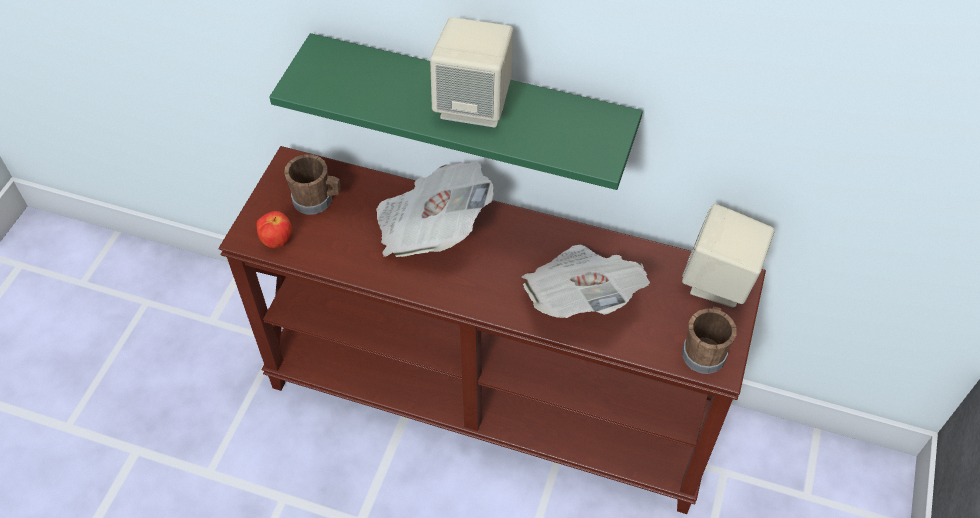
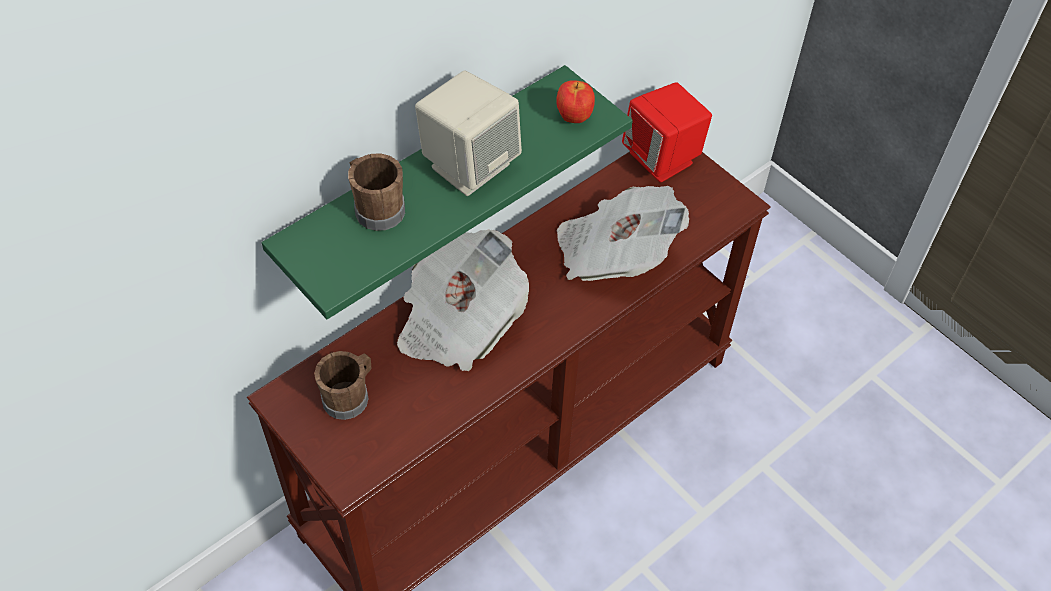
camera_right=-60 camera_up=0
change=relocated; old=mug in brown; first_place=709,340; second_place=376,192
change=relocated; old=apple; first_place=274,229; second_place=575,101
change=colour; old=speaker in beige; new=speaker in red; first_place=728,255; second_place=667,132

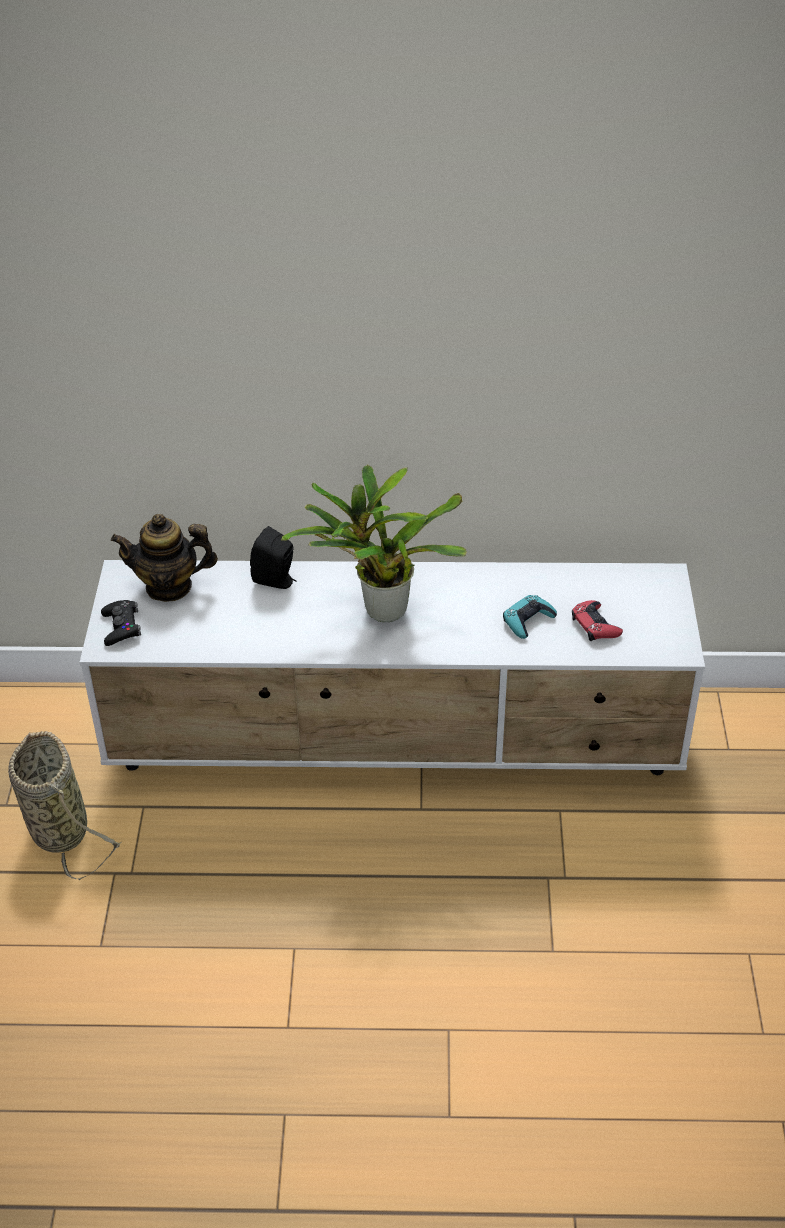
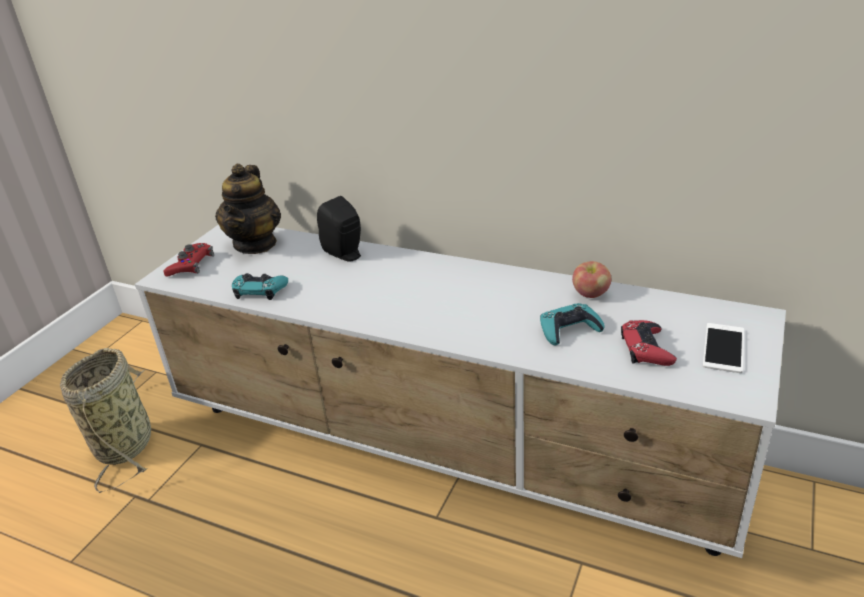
camera_right=25 camera_up=-10
change=colour; old=game controller in black; new=game controller in red; first_place=121,623; second_place=189,260
change=spun; old=teapot; first_place=164,558; second_place=248,209; degrees=-105
change=appeared; new=game controller in turquoise; second_place=260,286
change=appeared; new=apple; second_place=591,279
change=appeared; new=phone; second_place=723,348
change=missing; old=potted plant; first_place=374,543

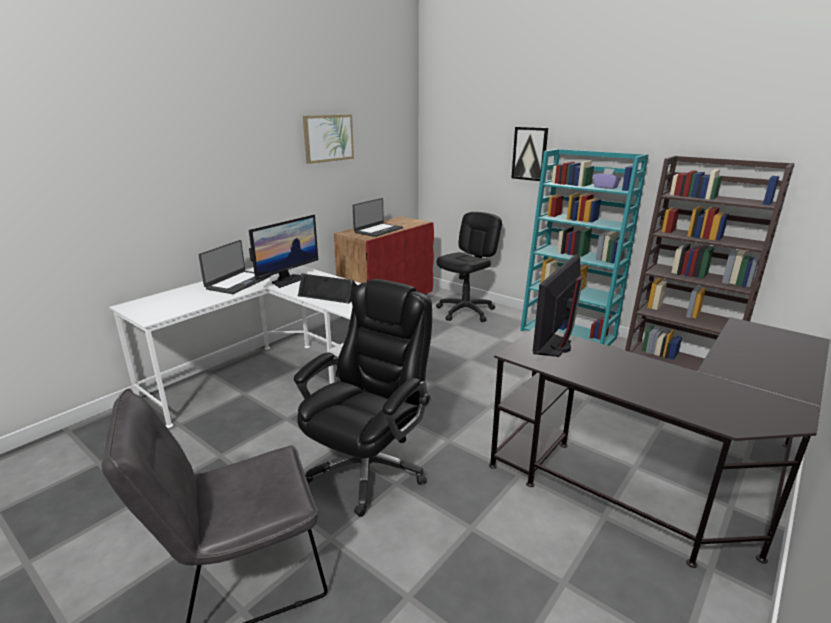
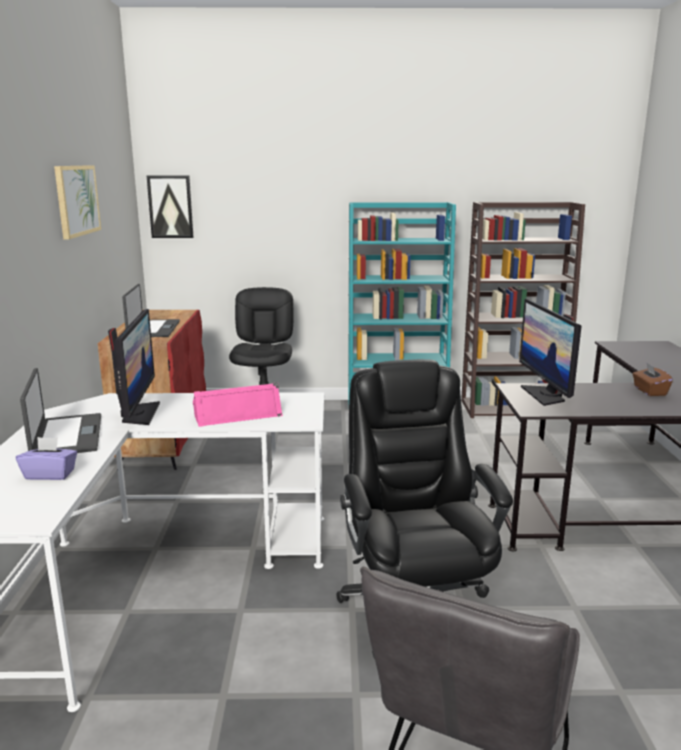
camera_right=-40 camera_up=-5
change=relocated; old=tissue box in purple; first_place=607,178; second_place=46,458
change=relocated; old=picture; first_place=529,154; second_place=170,206
change=colour; old=speaker in black; new=speaker in pink; first_place=328,288; second_place=238,404
change=appeared; new=tissue box in brown; second_place=653,379

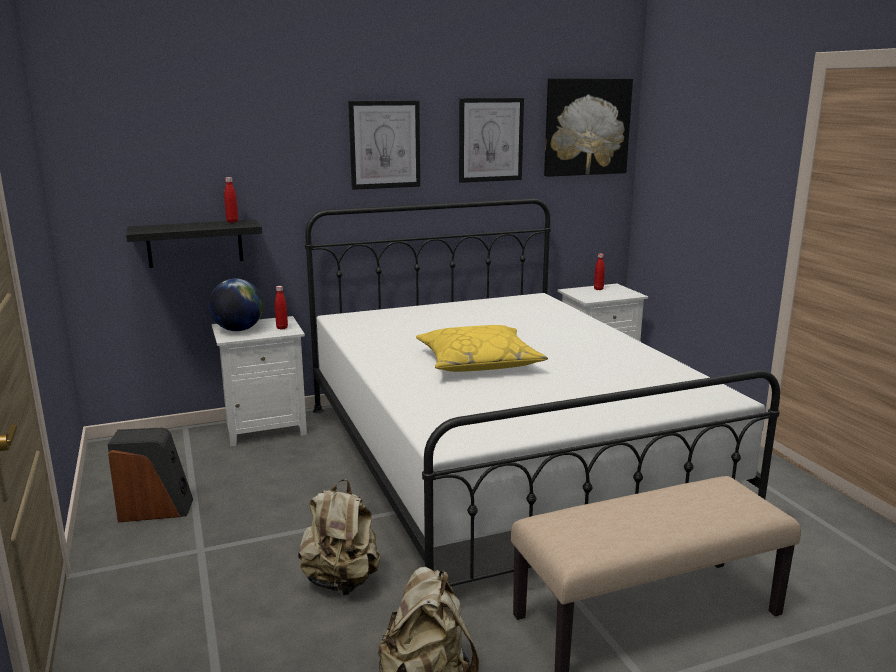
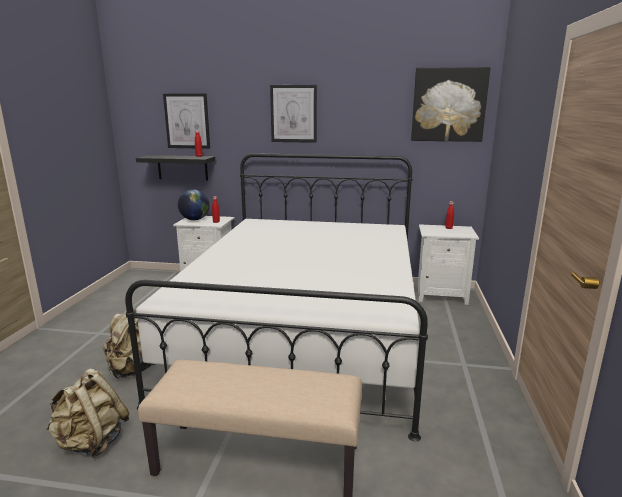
camera_right=30 camera_up=0
change=relocated; old=picture; first_place=491,140; second_place=186,121
change=missing; old=speaker; first_place=150,475
change=missing; old=pillow in yellow; first_place=482,348

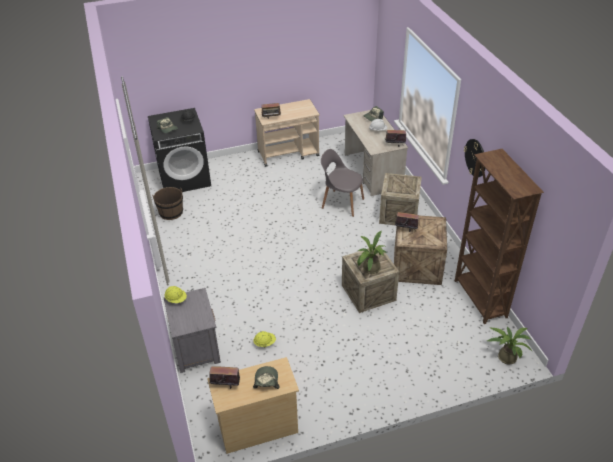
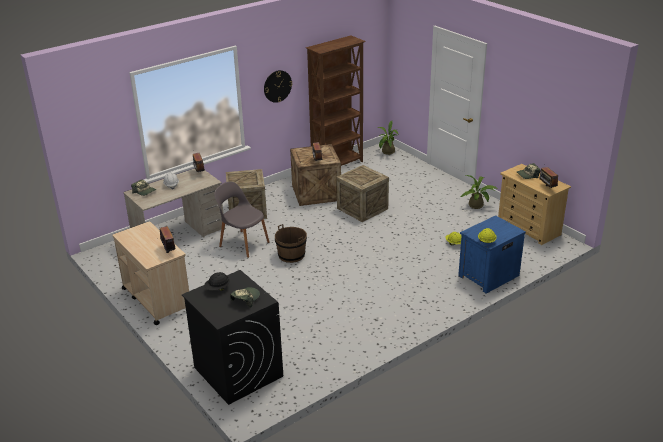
camera_right=-110 camera_up=-10
change=spun; old=chair in grey; first_place=342,183; second_place=242,220; degrees=120
change=relocated; old=bucket in brown; first_place=167,203; second_place=291,243
change=colour; old=nightstand in grey; new=nightstand in blue; first_place=192,330; second_place=492,254
change=relocated; old=potted plant; first_place=372,252; second_place=479,192

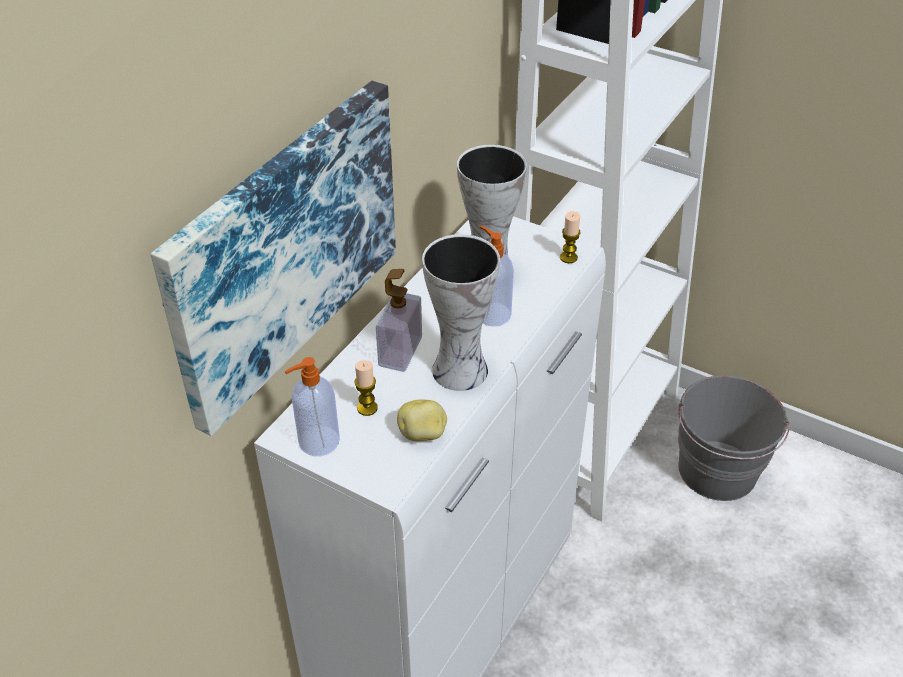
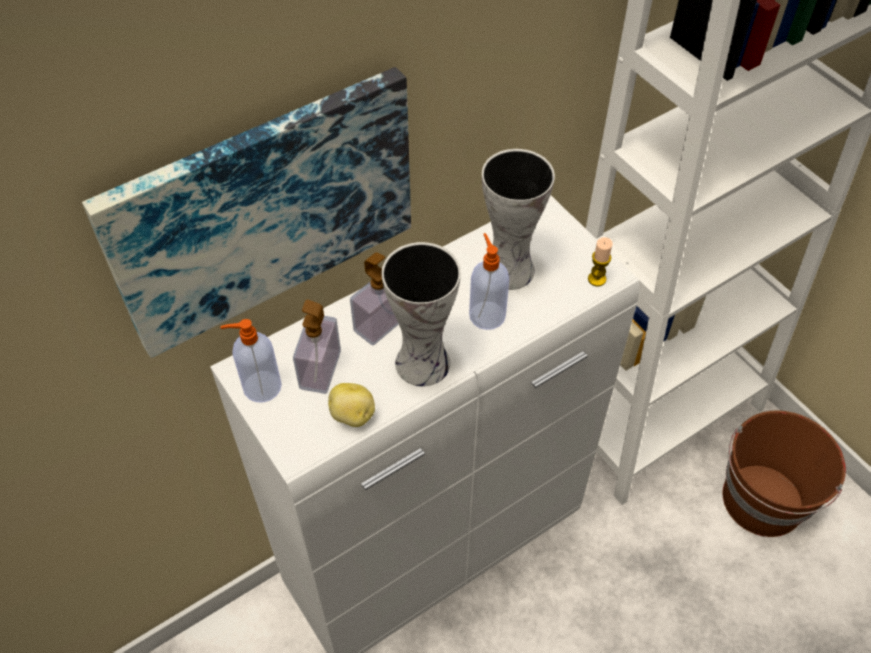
camera_right=25 camera_up=10
change=exchanged; old=candle; new=soap dispenser; first_place=366,388; second_place=317,347
change=colour; old=bucket in grey; new=bucket in brown; first_place=734,438; second_place=784,474

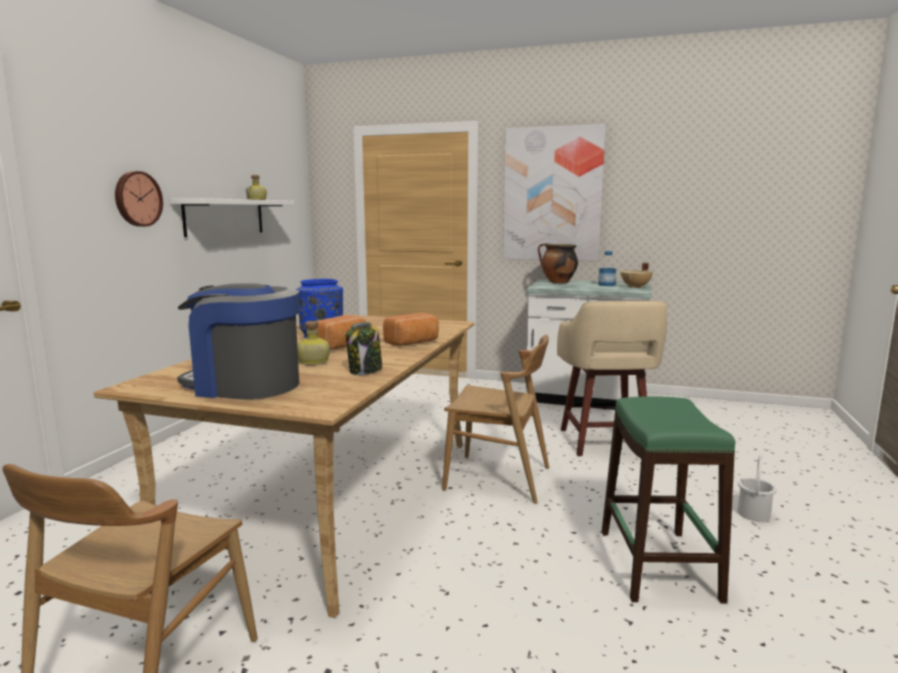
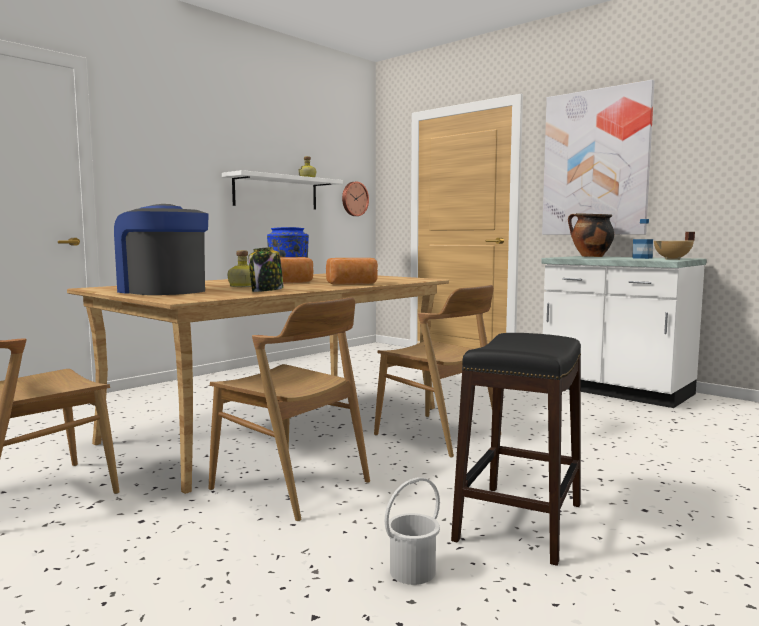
camera_right=25 camera_up=-5
change=appeared; new=chair in brown; second_place=289,409
change=relocated; old=wall clock; first_place=139,199; second_place=355,199
change=relocated; old=bucket in white; first_place=757,488; second_place=412,531
change=colour; old=stool in green; new=stool in black; first_place=668,500; second_place=516,449
change=missing; old=stool in beige; first_place=612,378

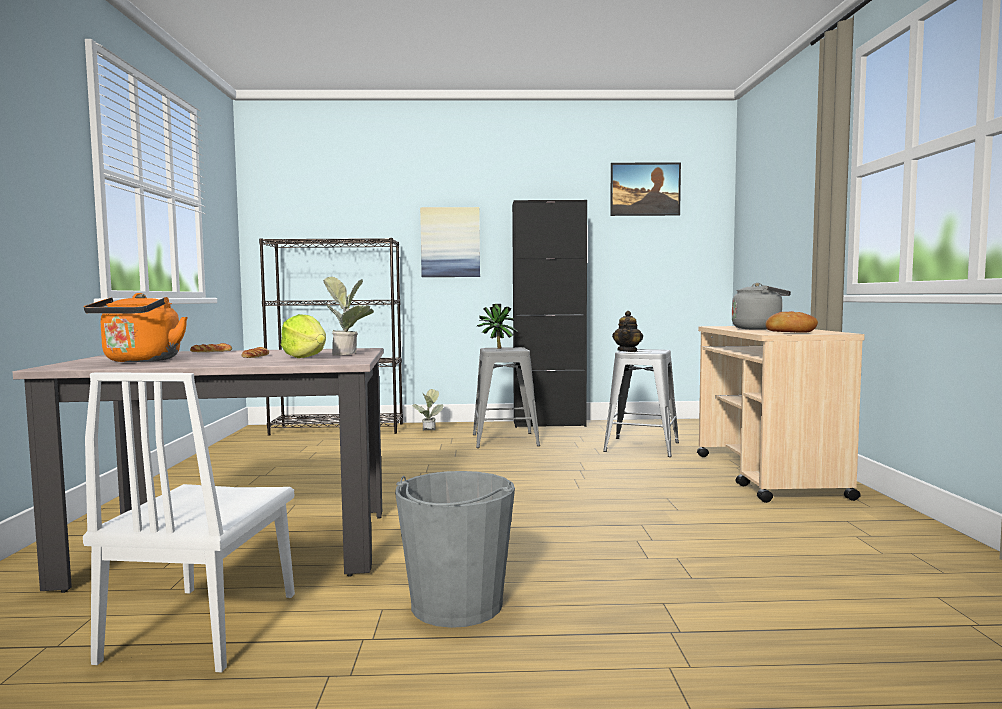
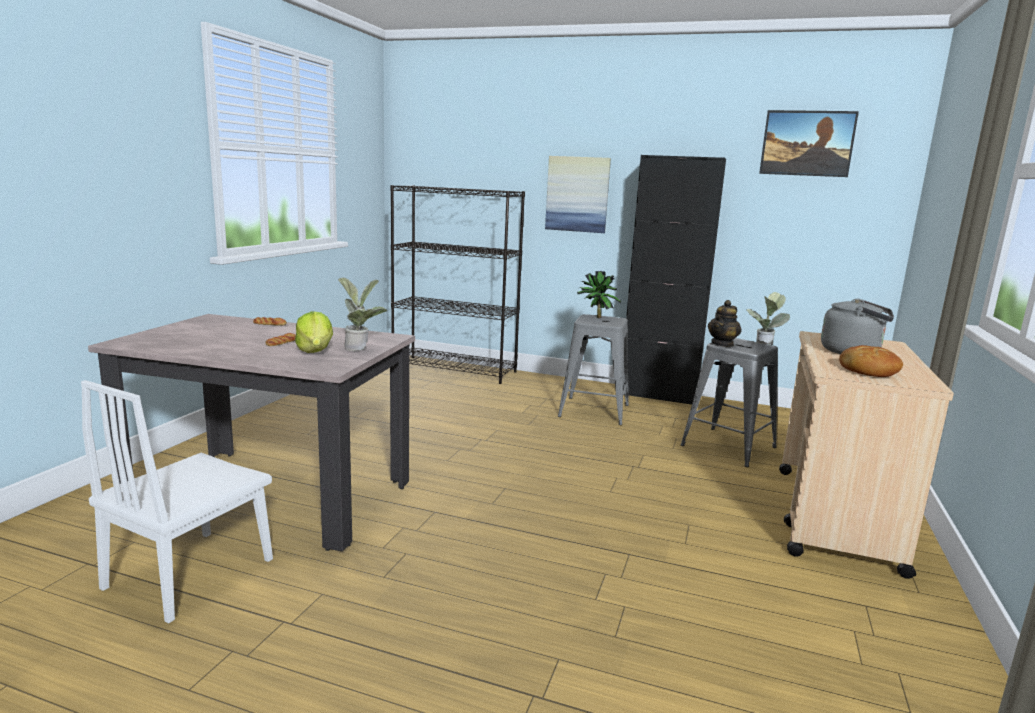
camera_right=20 camera_up=10
change=relocated; old=potted plant; first_place=427,409; second_place=768,318
change=missing; old=kettle in orange; first_place=136,327
change=missing; old=bucket in grey; first_place=455,549

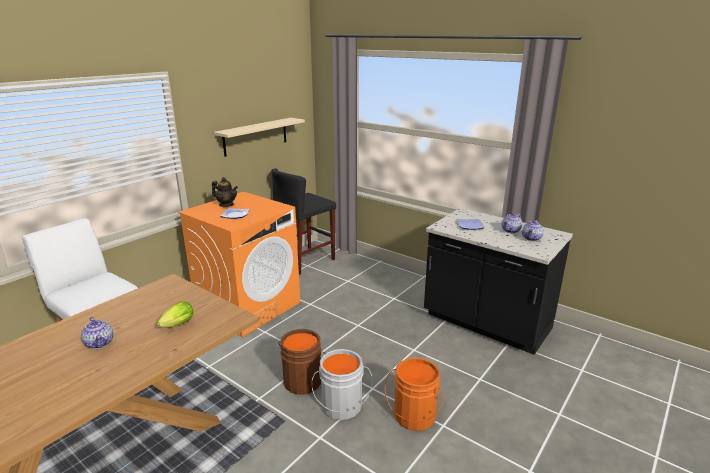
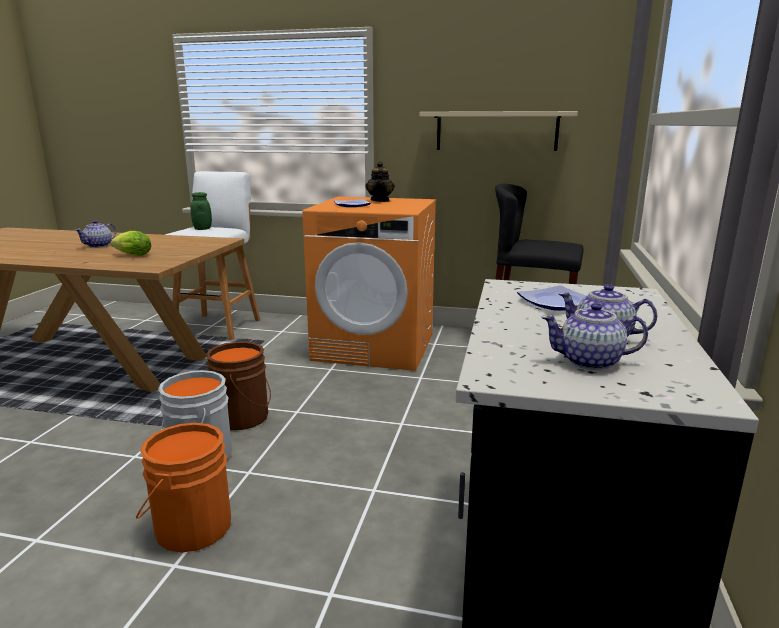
camera_right=65 camera_up=-5
change=appeared; new=jar in green; second_place=201,211

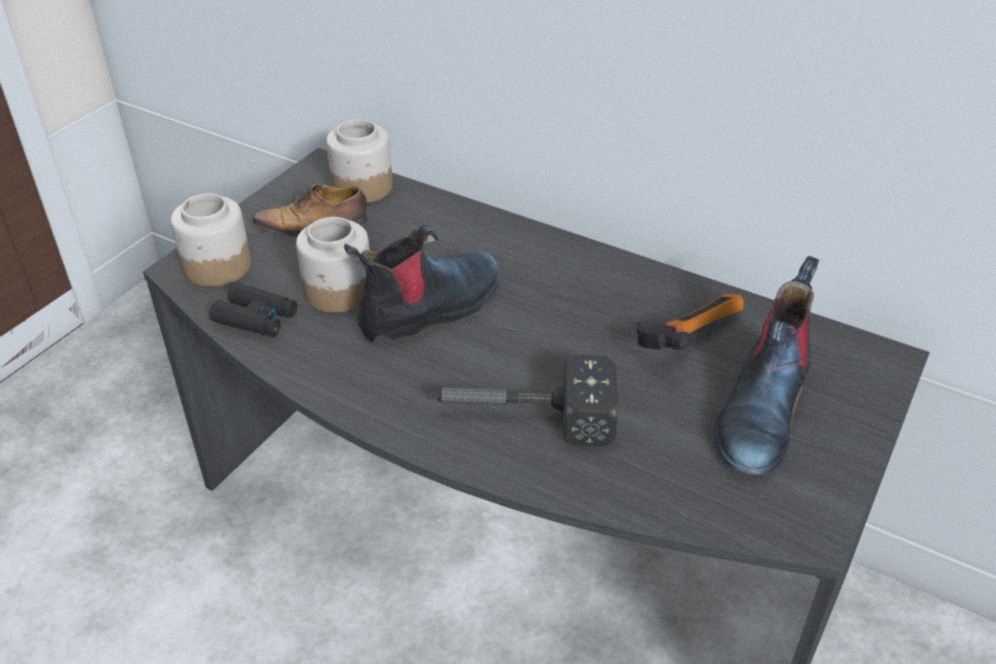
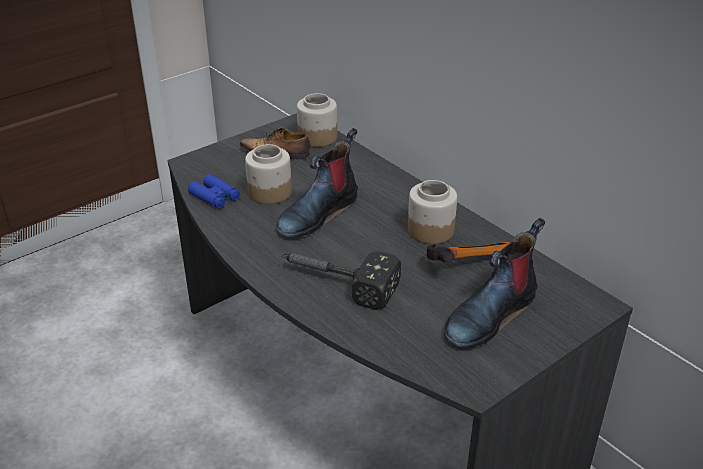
camera_right=20 camera_up=-5
change=colour; old=binoculars in black; new=binoculars in blue; first_place=253,309; second_place=214,191
change=spun; old=boot; first_place=422,283; second_place=317,182; degrees=150
change=relocated; old=jar; first_place=210,240; second_place=432,212

